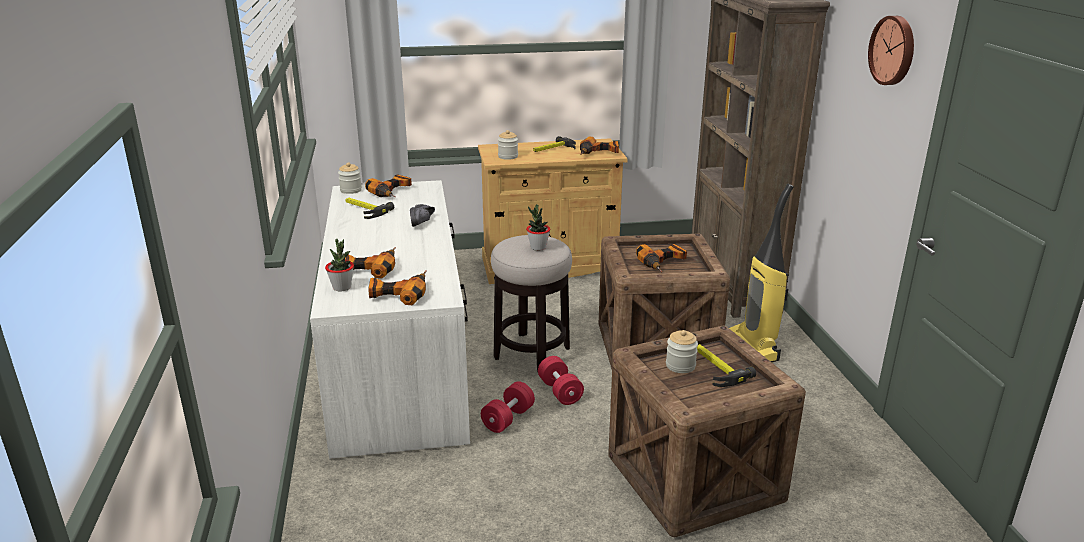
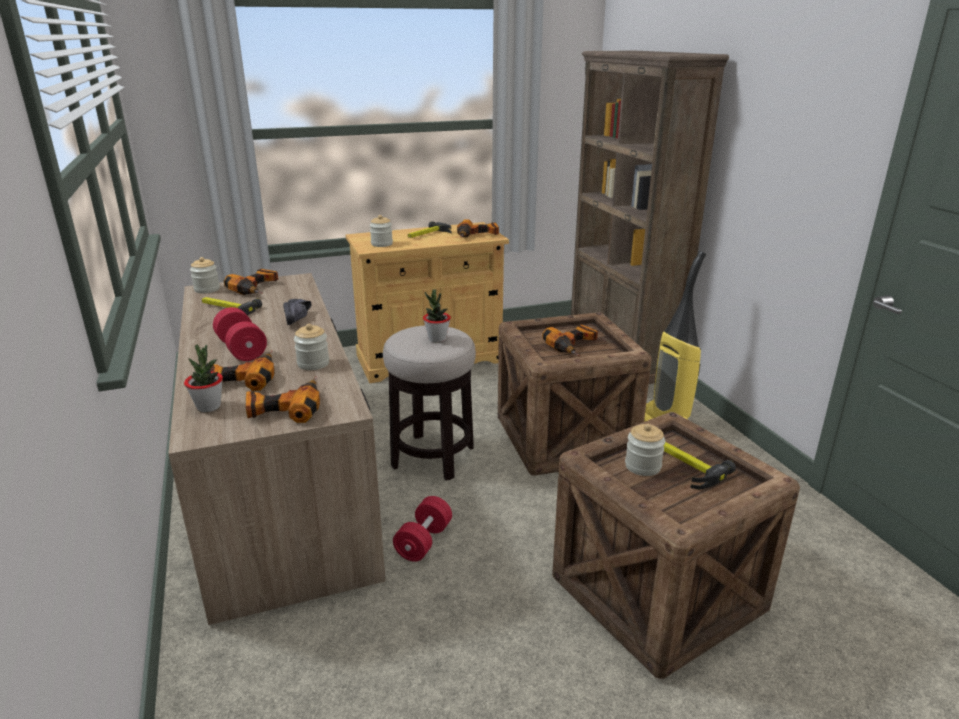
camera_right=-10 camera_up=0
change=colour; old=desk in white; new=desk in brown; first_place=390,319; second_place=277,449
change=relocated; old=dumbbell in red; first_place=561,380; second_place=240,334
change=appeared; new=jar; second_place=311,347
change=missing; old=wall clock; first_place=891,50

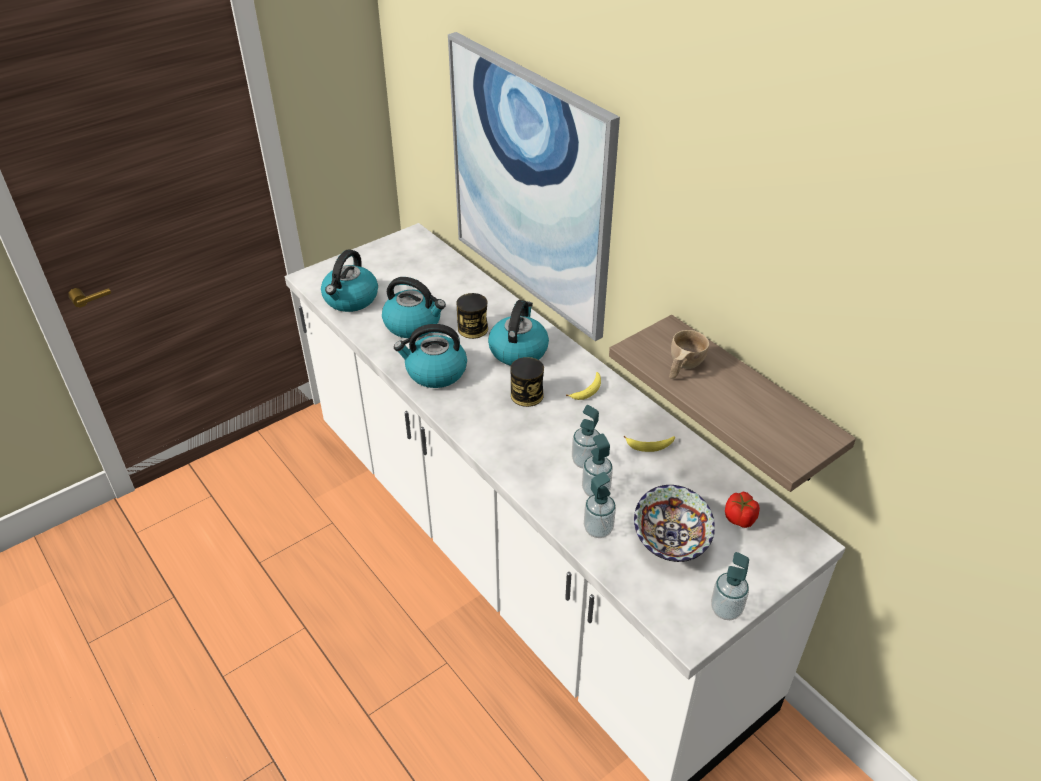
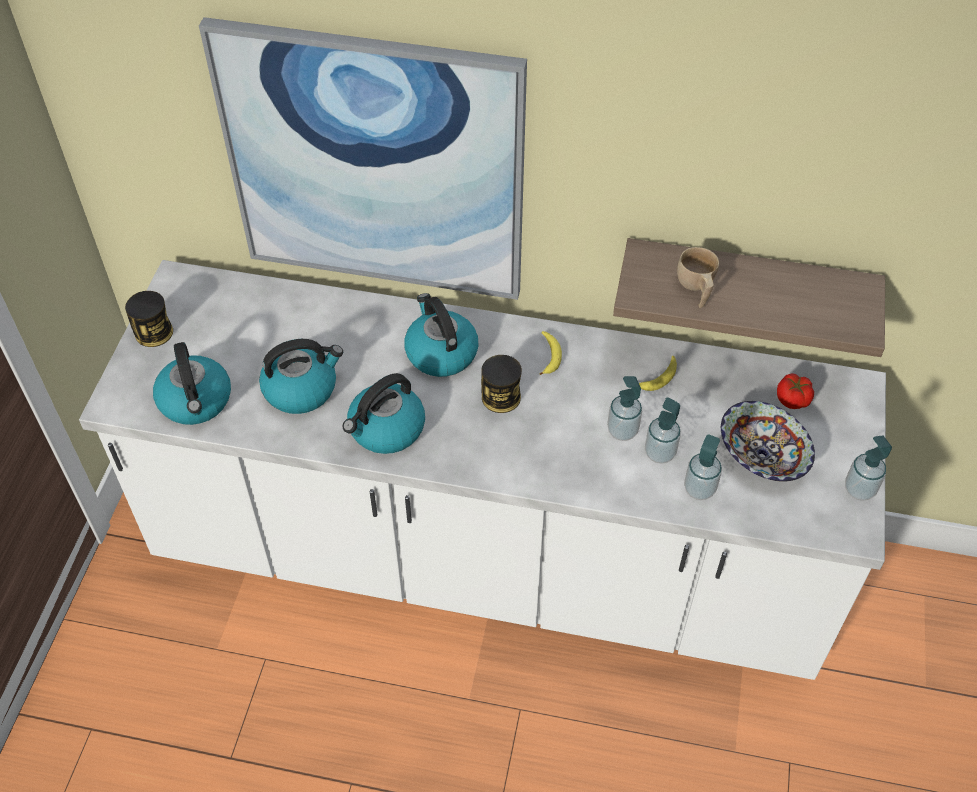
camera_right=-40 camera_up=10
change=relocated; old=can; first_place=472,316; second_place=149,319

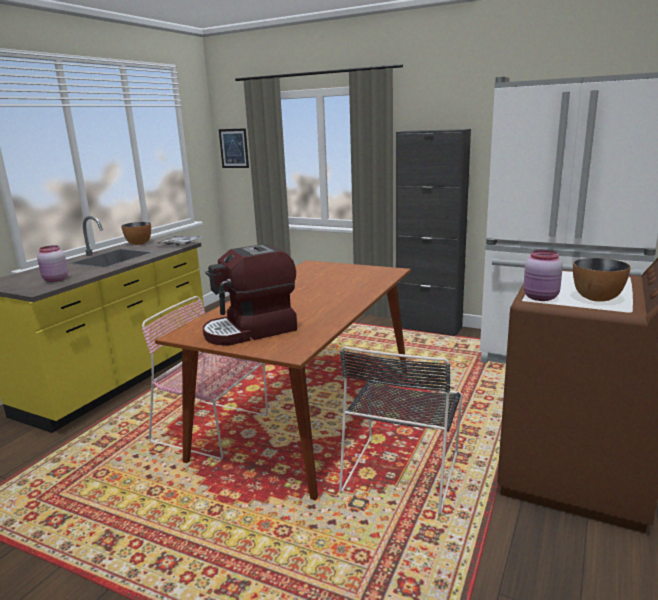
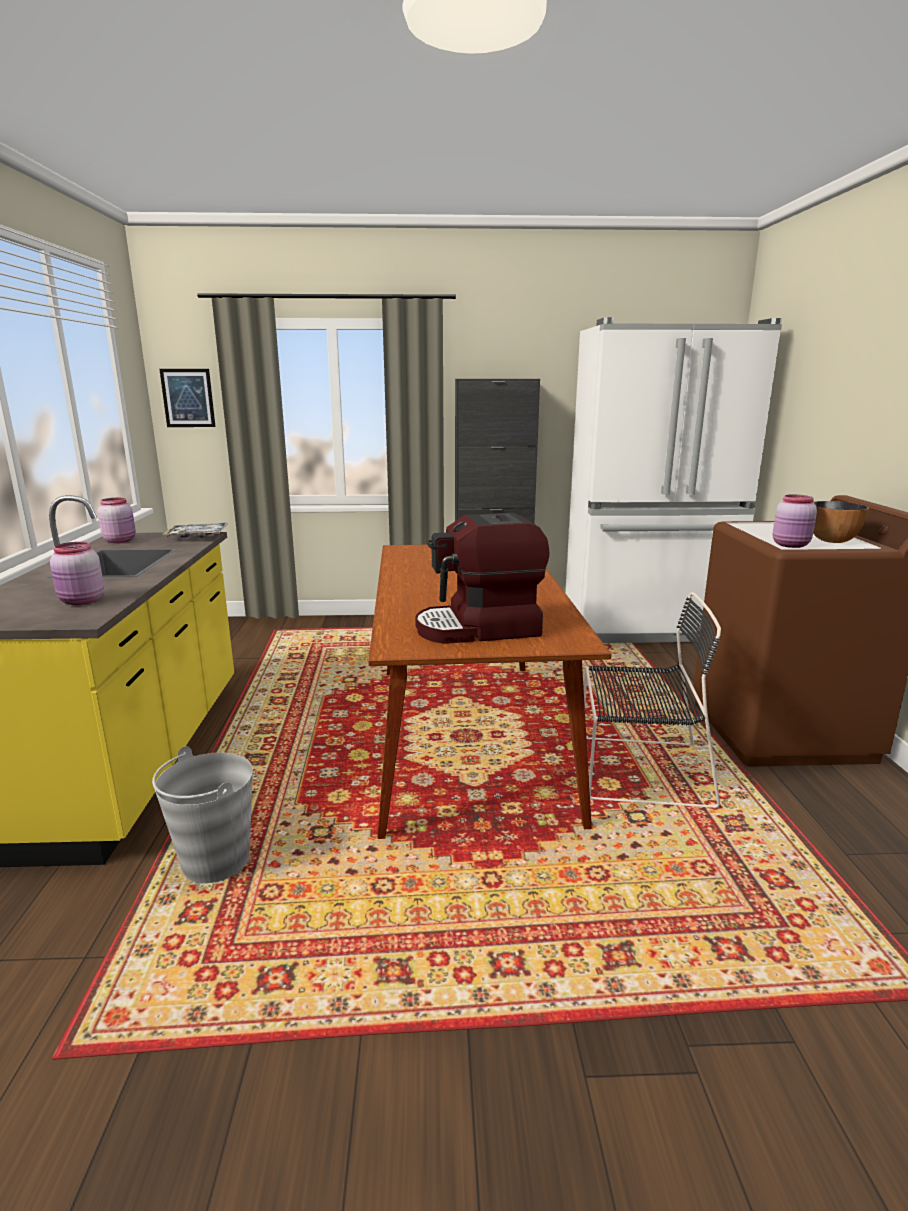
camera_right=-30 camera_up=0
change=exchanged; old=bowl; new=jar in pink; first_place=136,233; second_place=116,520
change=appeared; new=bucket in grey; second_place=202,814
change=spun; old=coffee machine; first_place=250,295; second_place=482,578; degrees=45
change=spun; old=chair in black; first_place=401,430; second_place=652,700; degrees=-75
change=missing; old=chair in pink; first_place=205,378

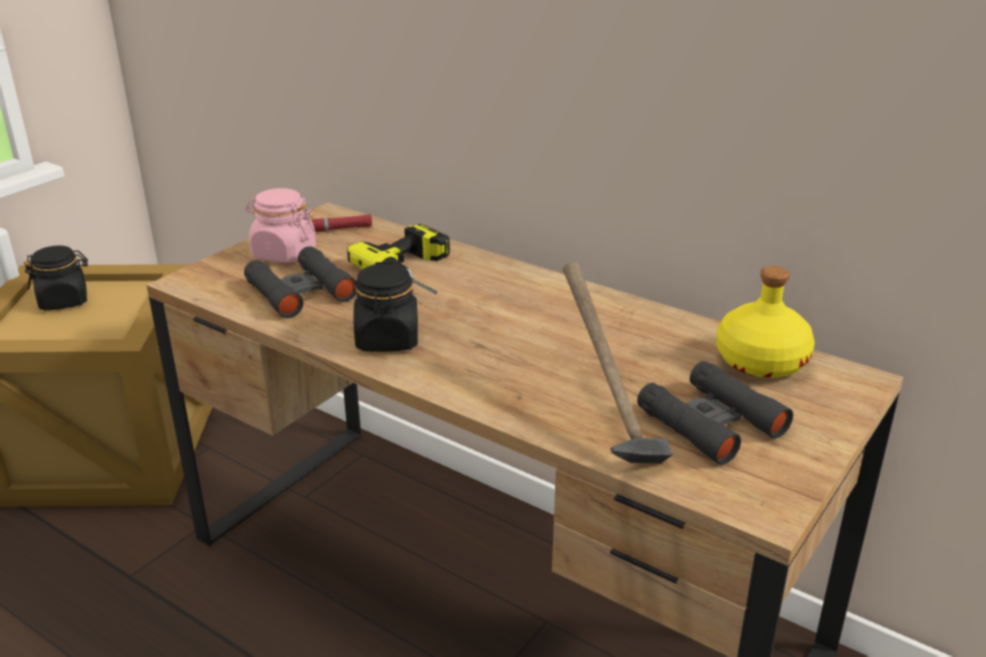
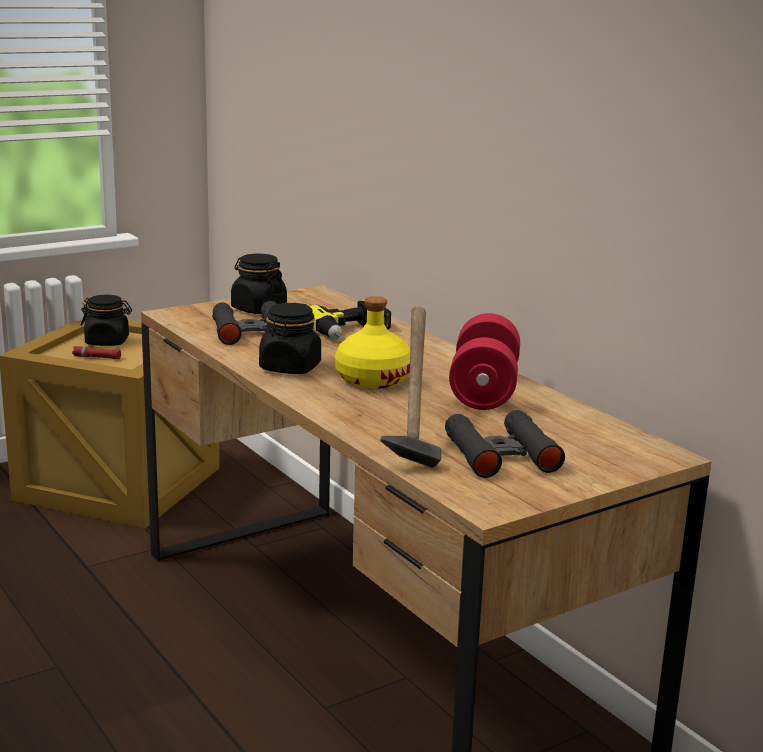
camera_right=20 camera_up=-10
change=relocated; old=flashlight in red; first_place=341,223; second_place=96,352
change=colour; old=jar in pink; new=jar in black; first_place=281,225; second_place=259,284
change=relocated; old=bottle in yellow; first_place=765,322; second_place=372,342
change=appeared; new=dumbbell in red; second_place=484,361

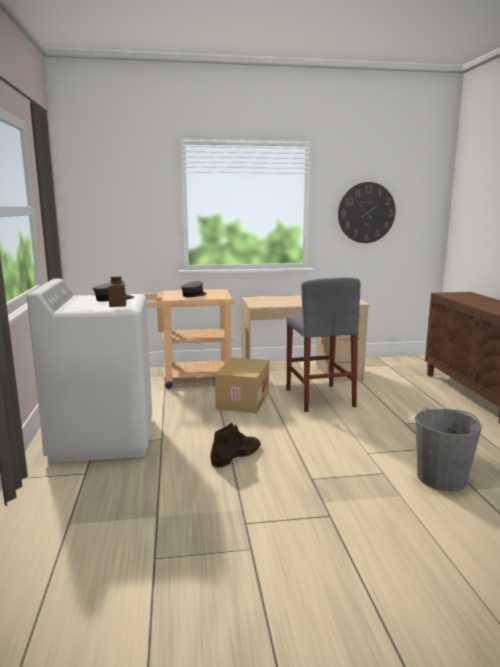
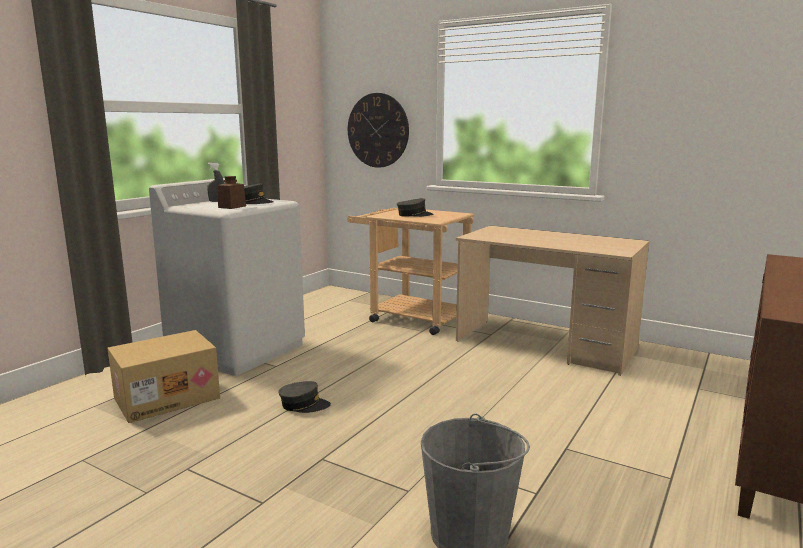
camera_right=40 camera_up=0
change=relocated; old=cardboard box; first_place=242,385; second_place=163,376
change=appeared; new=spray bottle in grey; second_place=216,182
change=exchanged; old=boot in brown; new=cap in grey; first_place=235,444; second_place=304,397
change=relocated; old=wall clock; first_place=366,212; second_place=378,130
change=missing; old=stool in grey; first_place=323,345

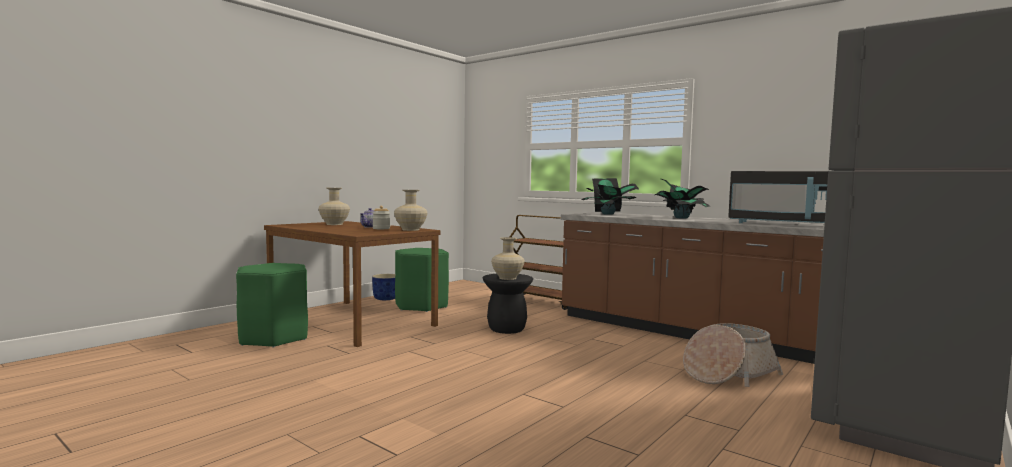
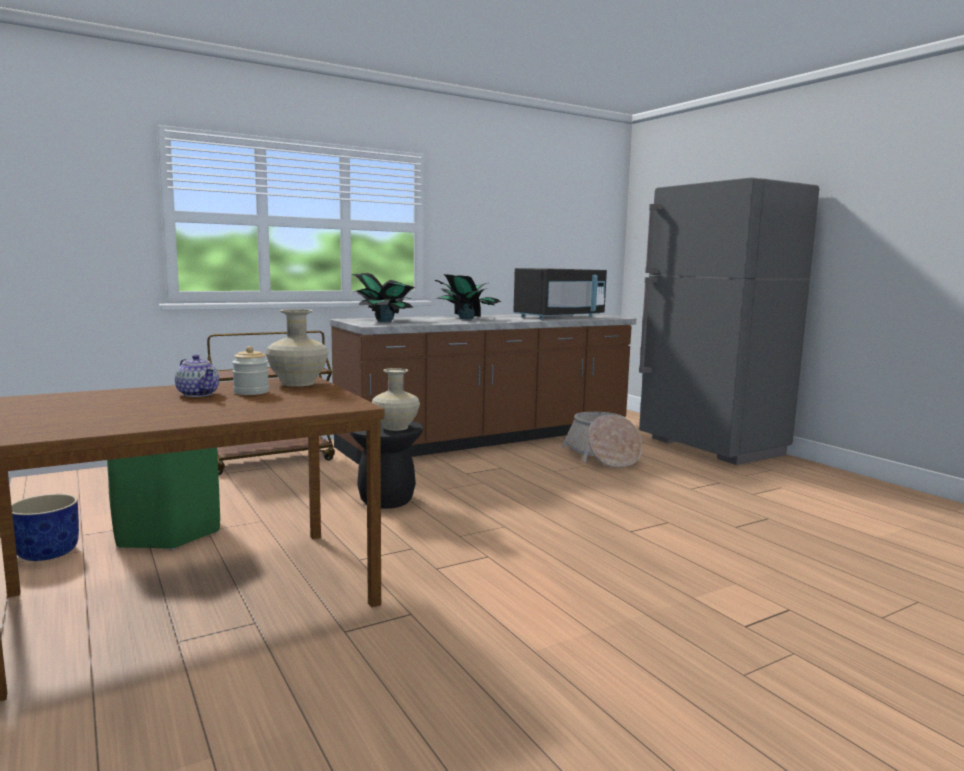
camera_right=-70 camera_up=5
change=missing; old=stool in green; first_place=272,305
change=missing; old=vase in beige; first_place=334,206

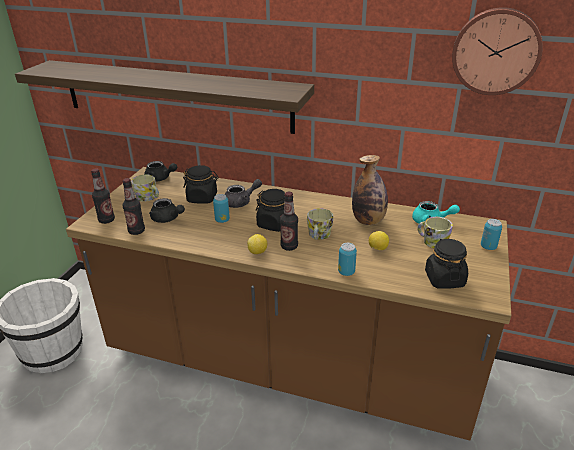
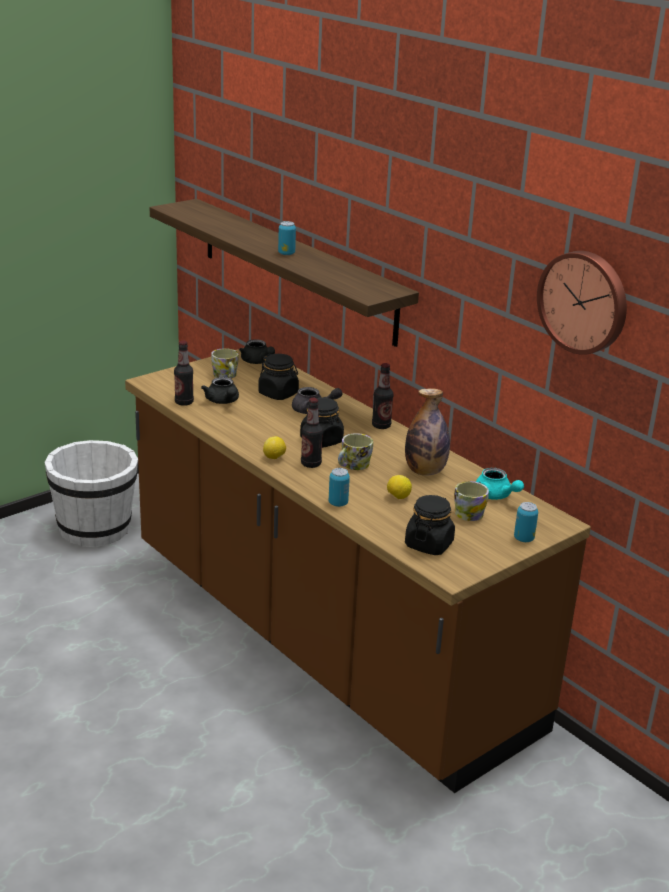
camera_right=30 camera_up=-5
change=relocated; old=can; first_place=221,208; second_place=287,238
change=relocated; old=bottle; first_place=103,196; second_place=382,396

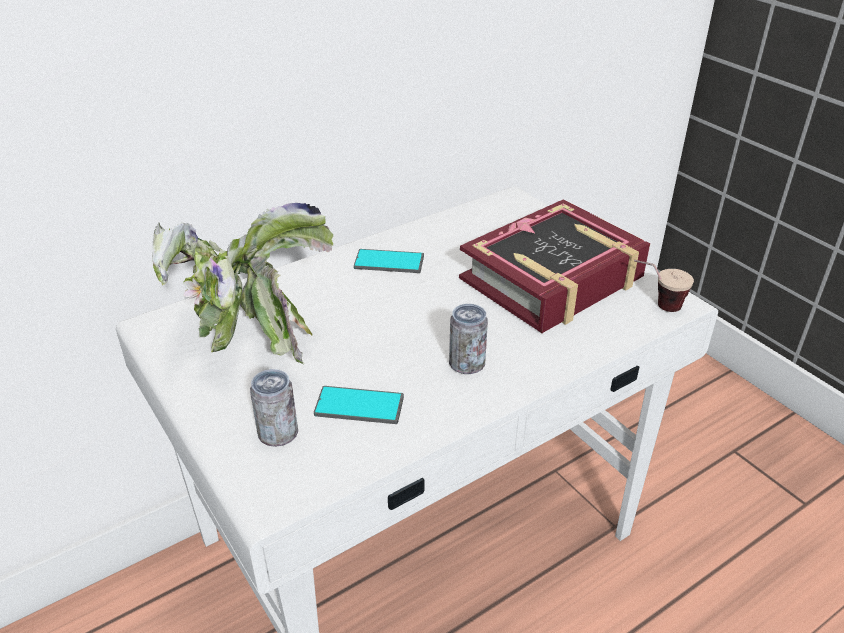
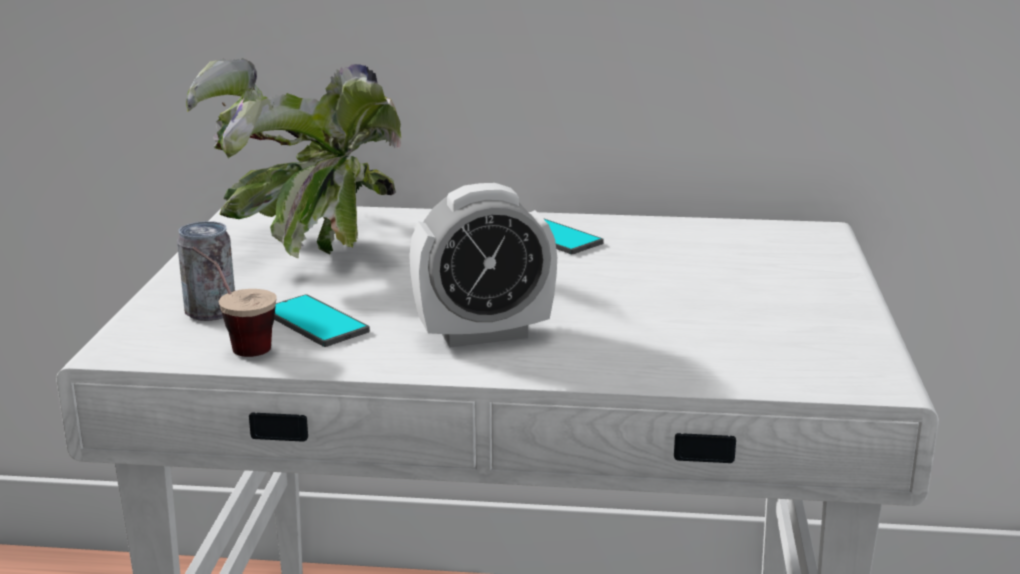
camera_right=40 camera_up=-15
change=relocated; old=cup; first_place=664,286; second_place=234,302
change=exchanged; old=can; new=alarm clock; first_place=468,339; second_place=483,265
change=missing; old=book; first_place=554,266

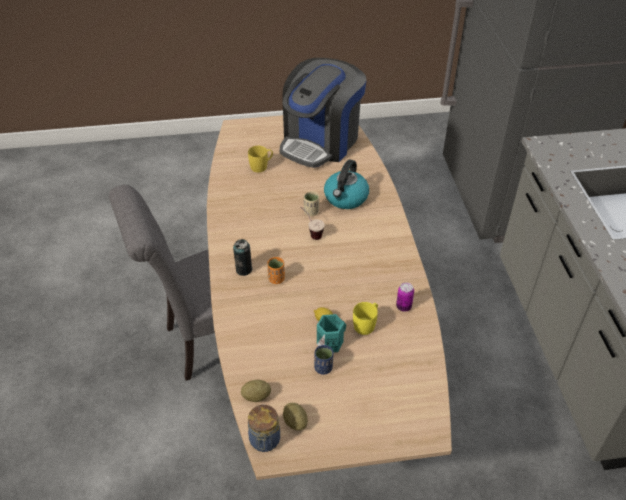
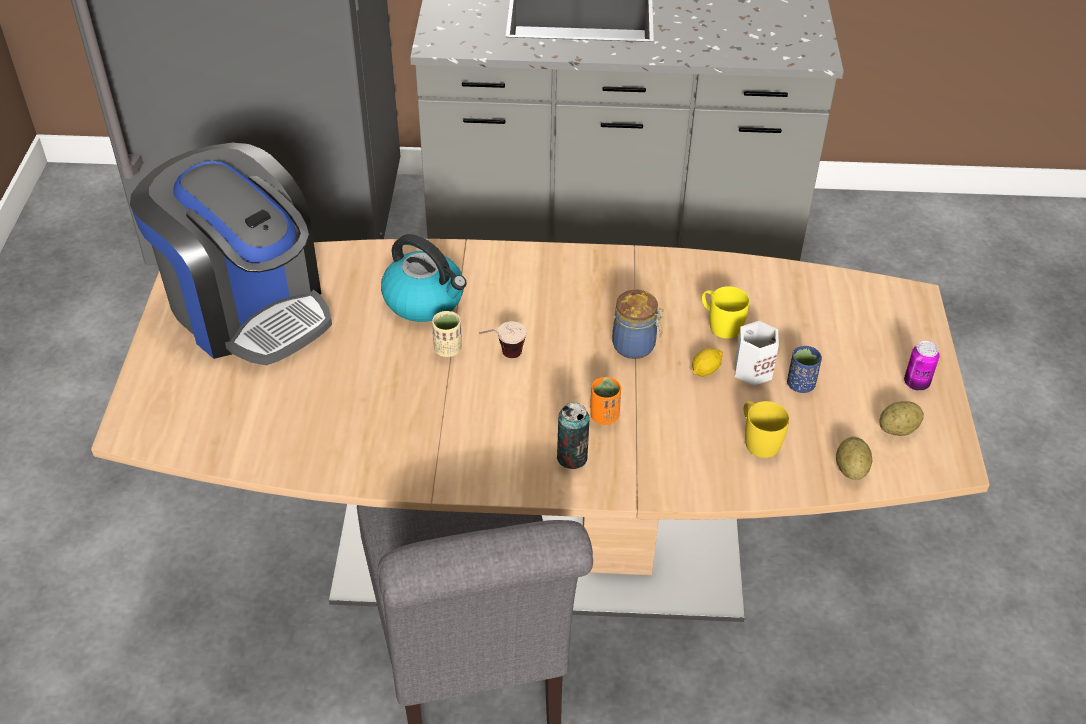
camera_right=-80 camera_up=0
change=relocated; old=jar; first_place=264,428; second_place=637,324
change=colour; old=mug in turquoise; new=mug in white; first_place=331,333; second_place=757,353
change=relocated; old=mug in yellow; first_place=260,159; second_place=766,429
change=relocated; old=can; first_place=405,297; second_place=921,366

